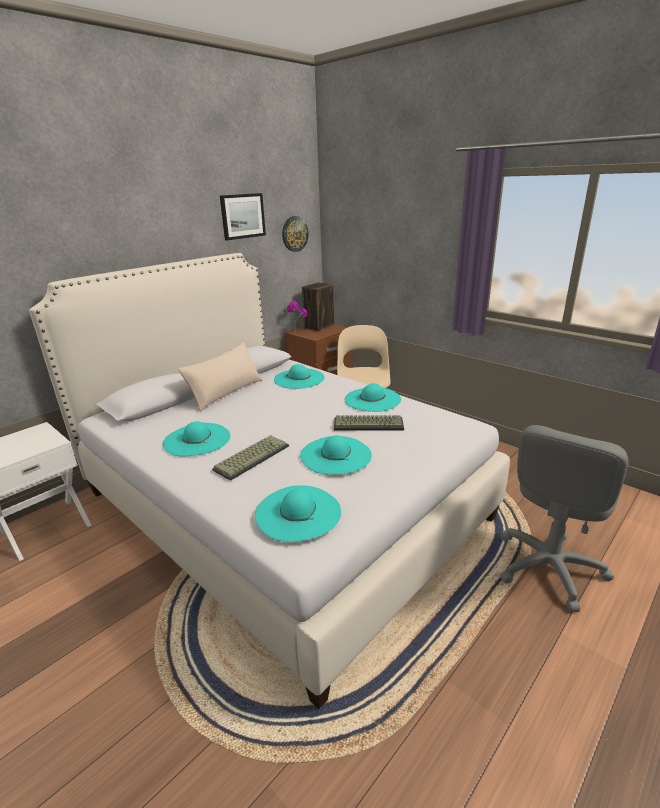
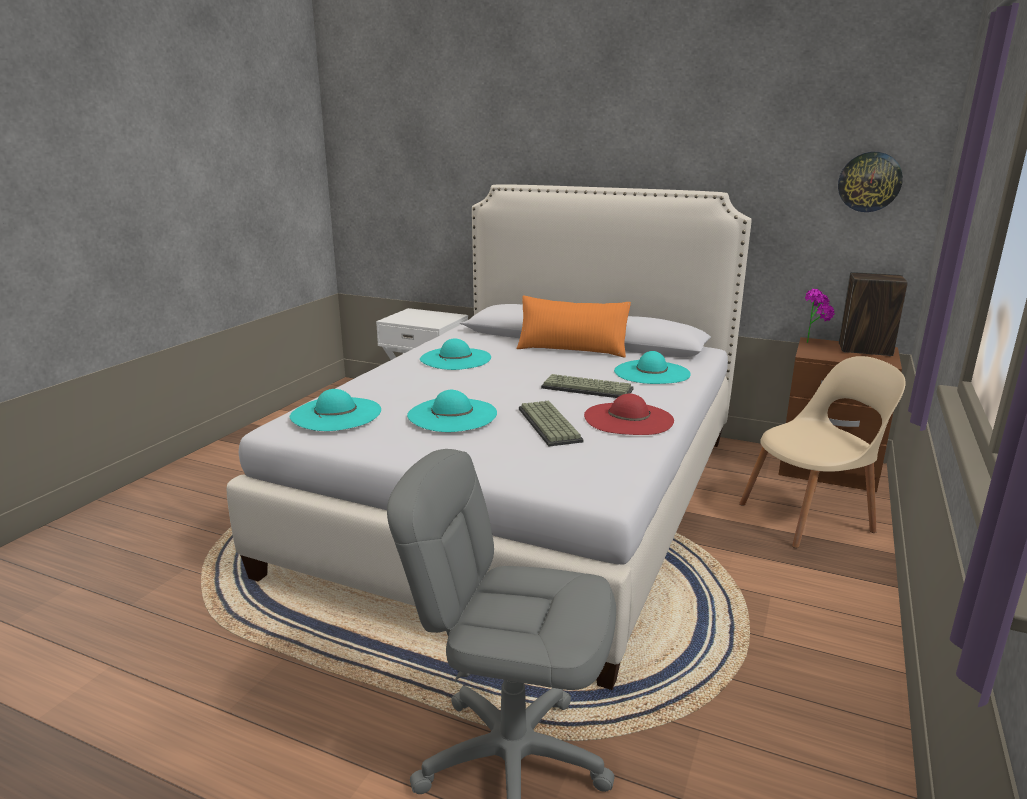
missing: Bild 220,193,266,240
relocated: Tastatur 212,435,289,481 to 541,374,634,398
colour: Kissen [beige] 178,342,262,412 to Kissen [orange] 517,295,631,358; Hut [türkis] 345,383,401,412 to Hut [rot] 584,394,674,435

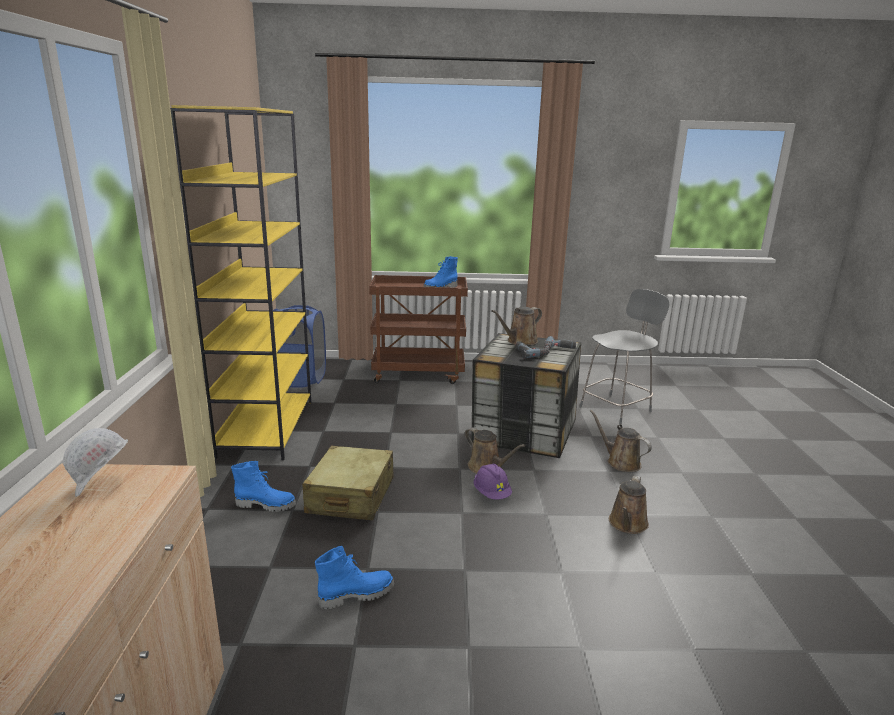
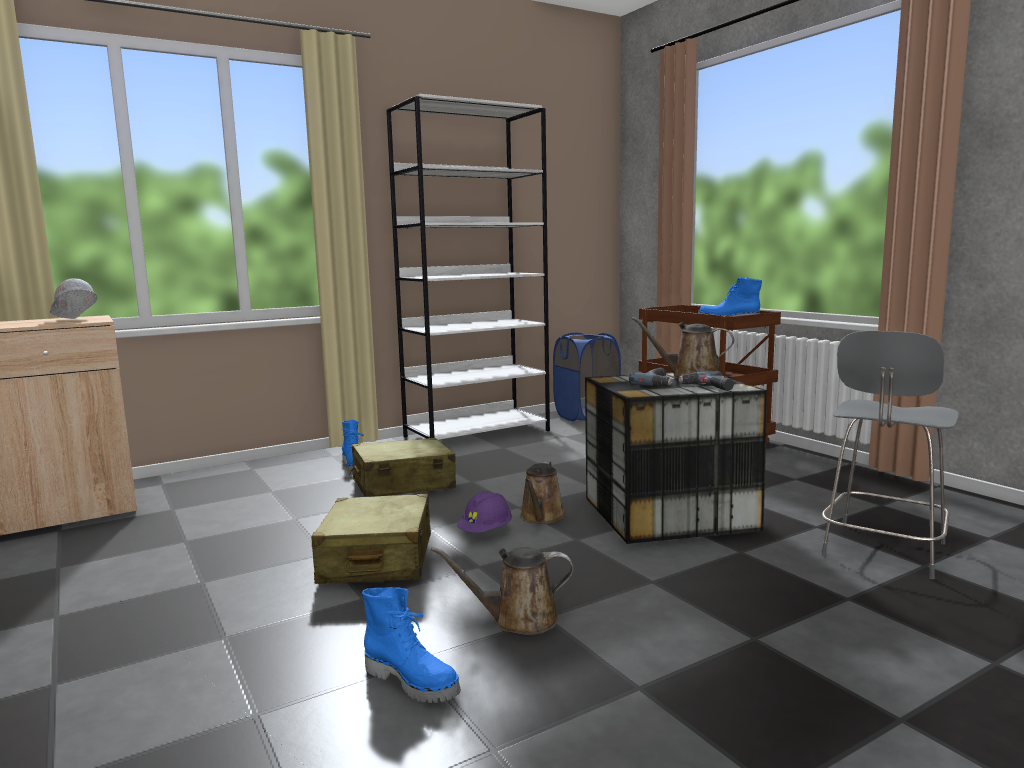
missing: Gießkanne [braun] 590,410,652,472
appeared: Koffer [beige] 311,494,431,584
relocated: Stiefel [blau] 315,546,394,610 to 362,587,461,703
colour: Bücherregal [gelb] 170,105,311,460 to Bücherregal [weiß] 386,94,550,440
spun: Stuhl [grau] 580,289,669,425 = 821,331,959,579 105 degrees clockwise

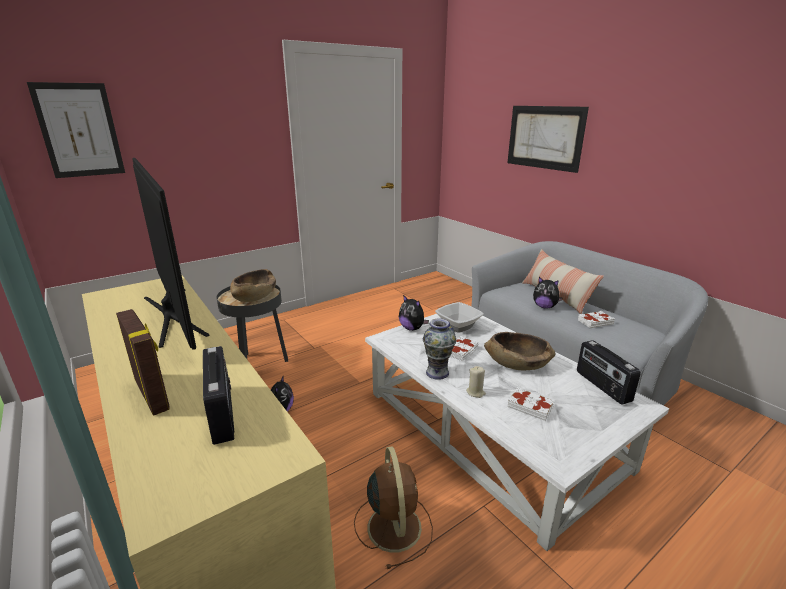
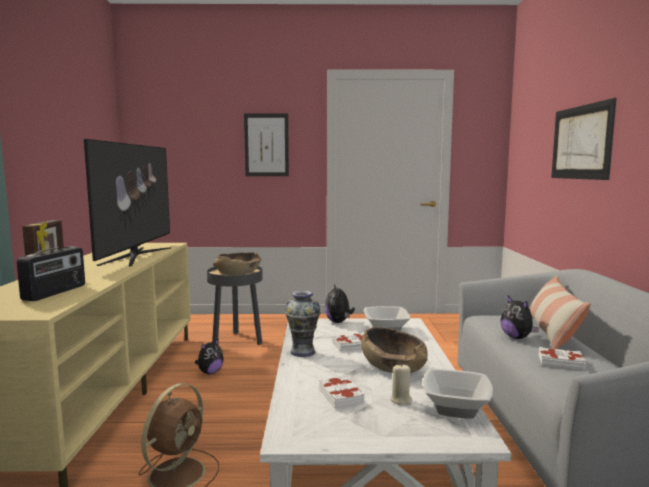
relocated: Bild 27,82,125,178 to 244,113,289,176; Kerze [beige] 466,366,486,398 to 390,364,412,405
exchanged: Radio 577,340,641,405 to Schüssel 423,369,493,419

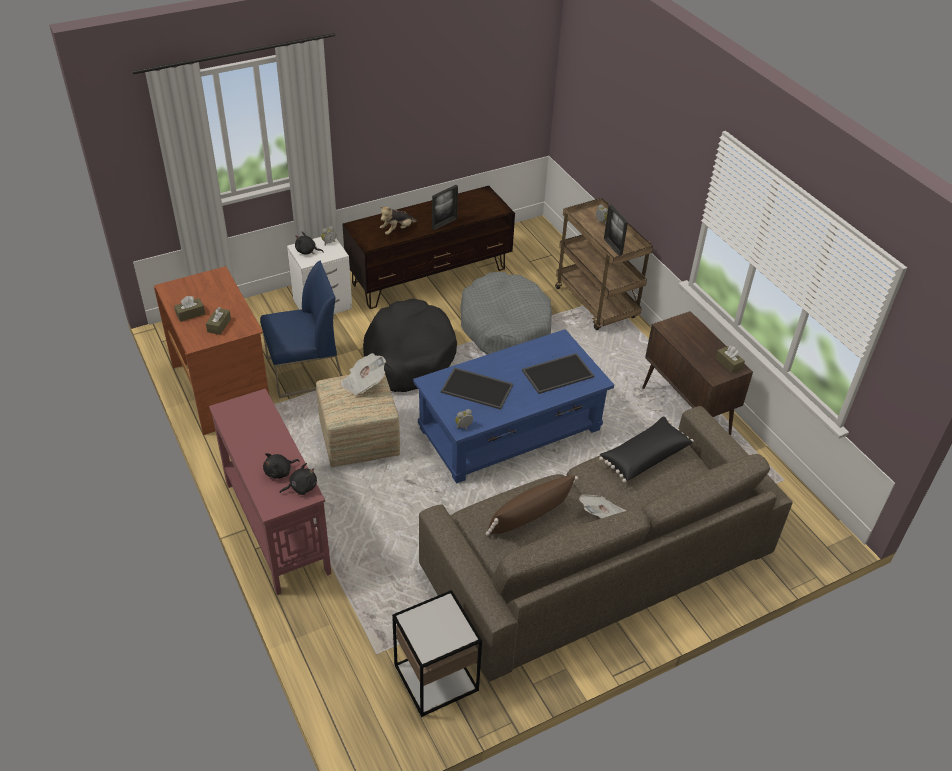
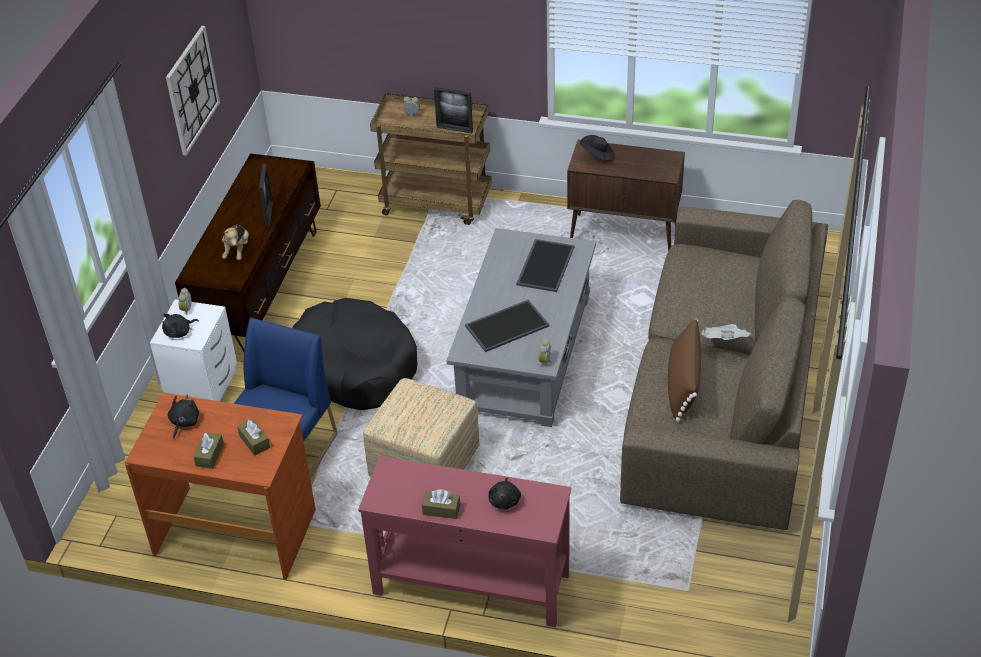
missing: Zeitung 341,353,386,396; Beistelltisch 392,590,482,717; Hundebett [grau] 460,272,552,355; Kissen [schwarz] 599,417,694,483
appeared: Wanduhr 166,26,220,156; Hut [schwarz] 580,135,615,161
relocated: Plüschtier [schwarz] 280,463,317,495 to 168,394,199,439; Taschentuchbox [braun] 715,346,745,373 to 422,489,460,519
colour: Couchtisch [blau] 413,329,614,484 to Couchtisch [grau] 446,228,596,427

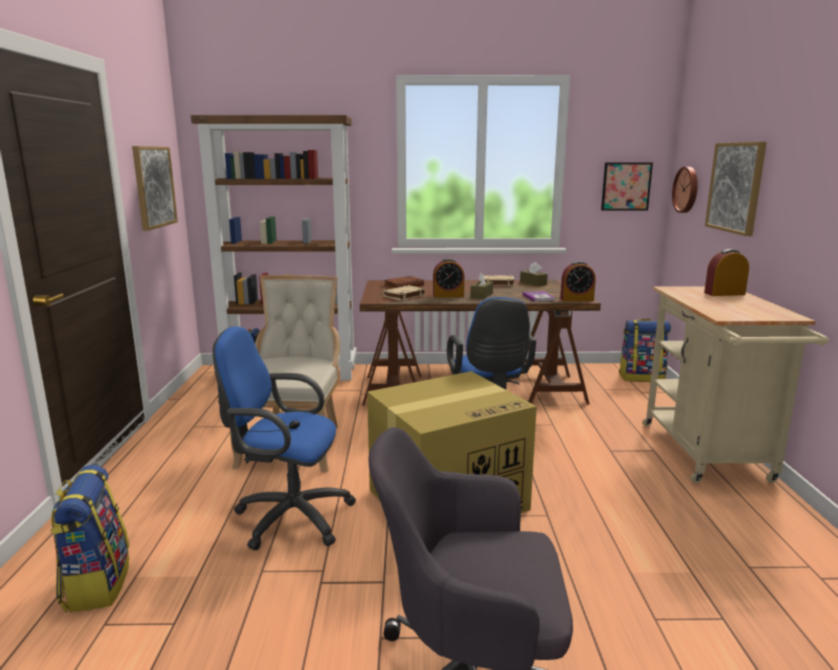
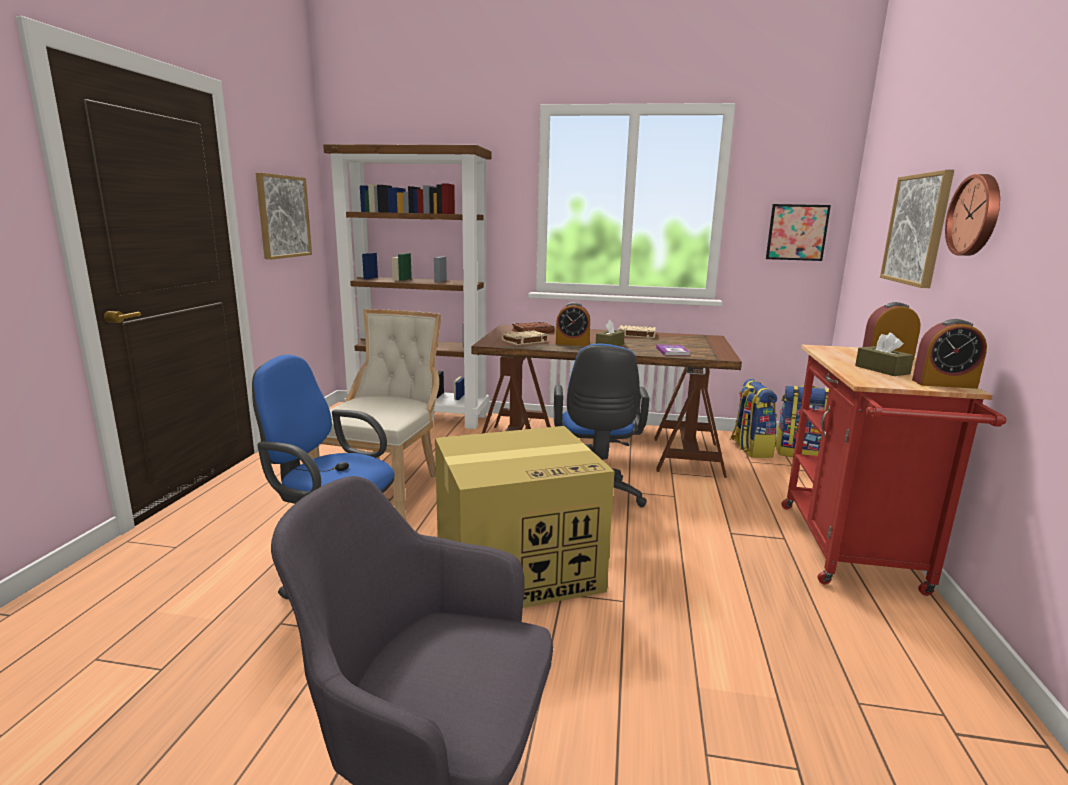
relocated: Rucksack 50,465,129,612 to 730,379,777,458; Taschentuchbox [braun] 520,262,548,286 to 855,333,914,376; Wecker 560,261,596,301 to 912,319,987,389; Wanduhr 672,167,698,213 to 945,174,1000,256
colour: Rollwagen [beige] 642,286,829,483 to Rollwagen [rot] 781,345,1006,596

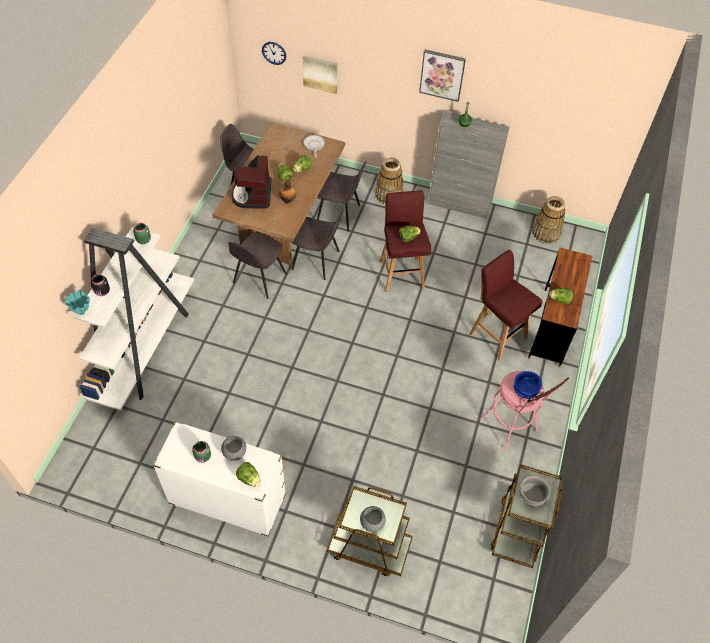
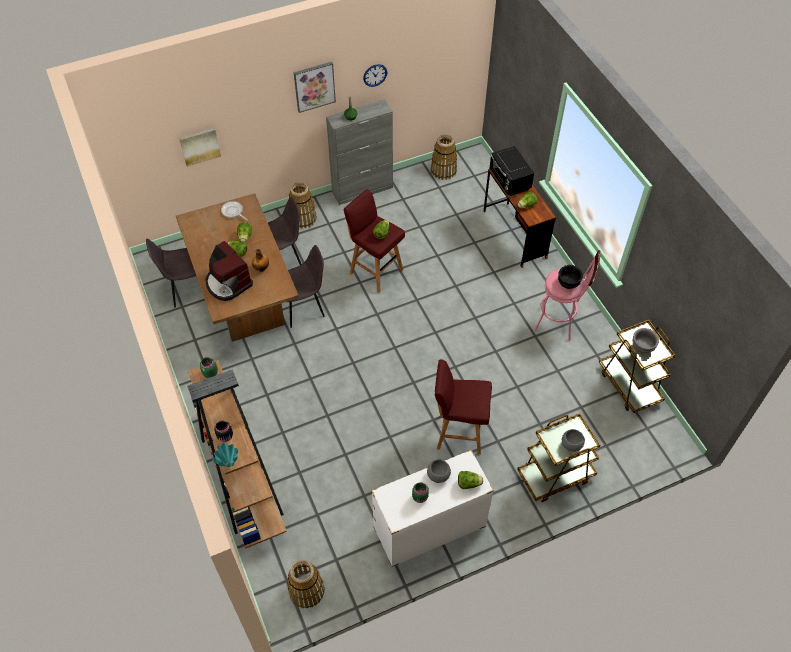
missing: Stuhl [grau] 228,233,287,299
appeared: Korb 287,560,325,608; Mikrowelle [schwarz] 489,146,534,196
relocated: Wanduhr 262,42,286,65 to 363,64,387,87; Hocker [rot] 469,250,542,361 to 435,360,492,454
colour: Bücherregal [weiß] 74,227,194,411 to Bücherregal [braun] 187,360,287,549; Schüssel [blau] 513,371,543,399 to Schüssel [schwarz] 558,265,583,289

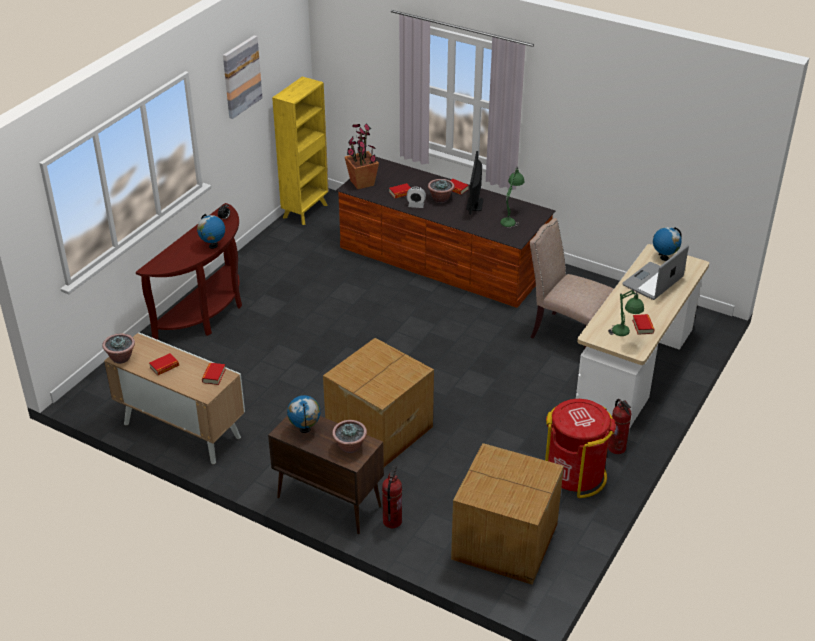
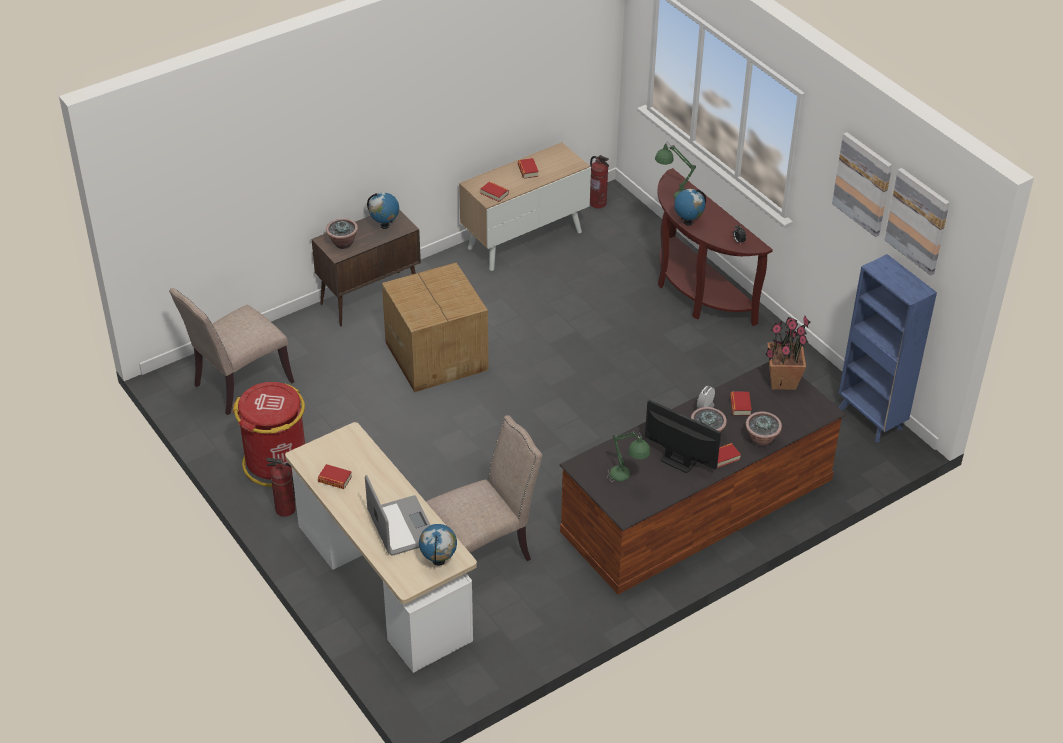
appeared: Bild 885,168,950,276
relocated: Topfpflanze 102,333,135,364 to 746,411,782,446; Feuerlöscher 382,465,402,528 to 590,155,609,209; Tischlampe [grün] 608,289,644,336 to 655,142,696,199
exchanged: Karton 451,443,564,584 to Stuhl [beige] 169,288,294,415
colour: Bücherregal [gelb] 272,76,329,225 to Bücherregal [blau] 838,254,937,442

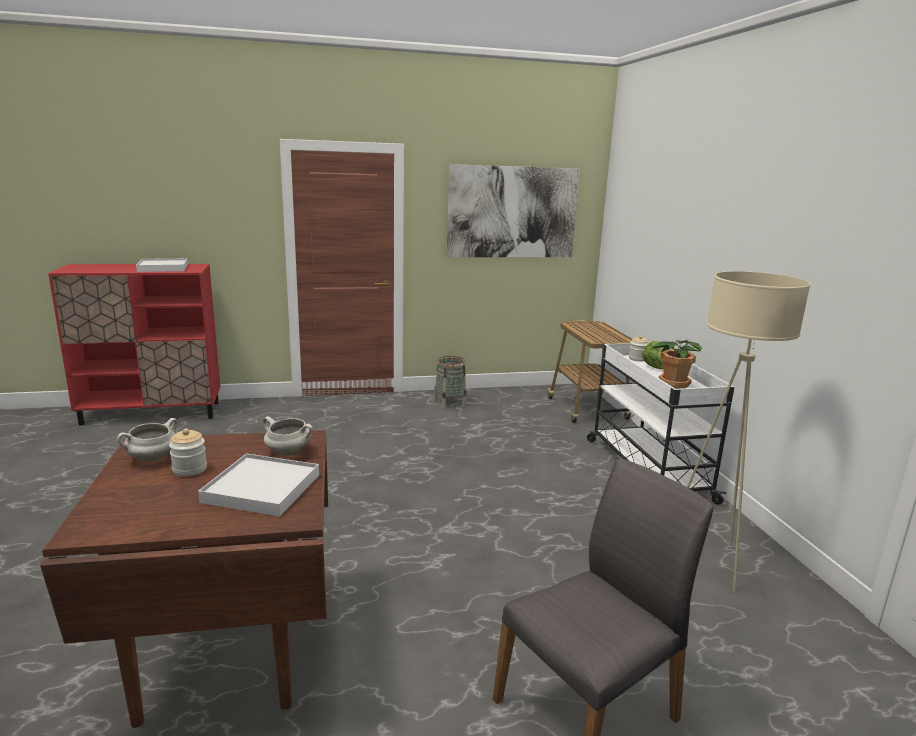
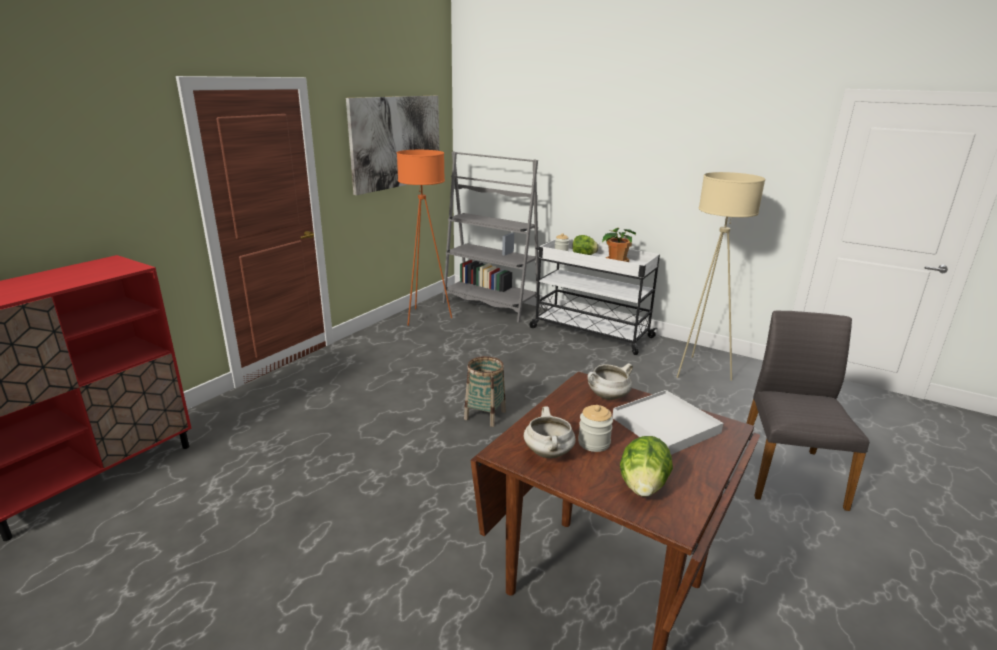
missing: Tablett [weiß] 136,258,188,272
appeared: Stehlampe [orange] 397,150,452,326; Salatkopf 620,436,673,497
relocated: Korb 434,356,466,409 to 464,356,506,427
exchanged: Rollwagen 548,320,632,423 to Bücherregal [grau] 443,151,540,323

